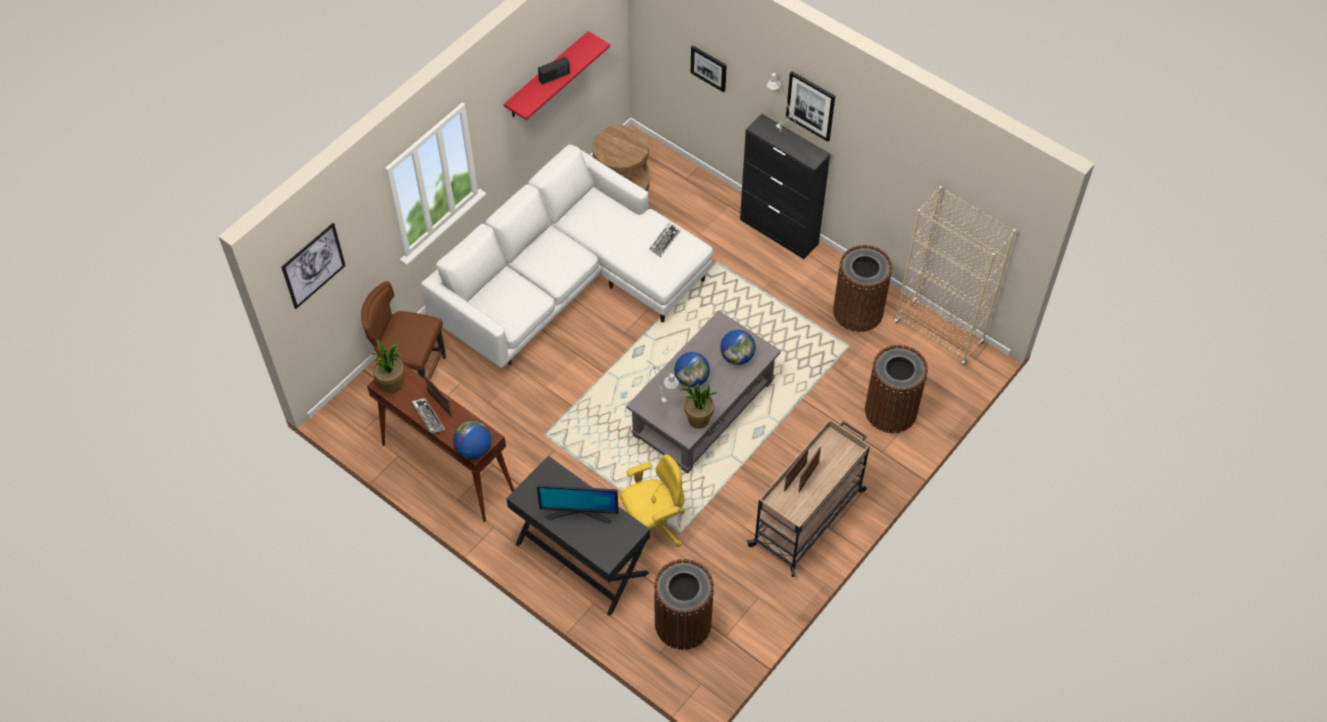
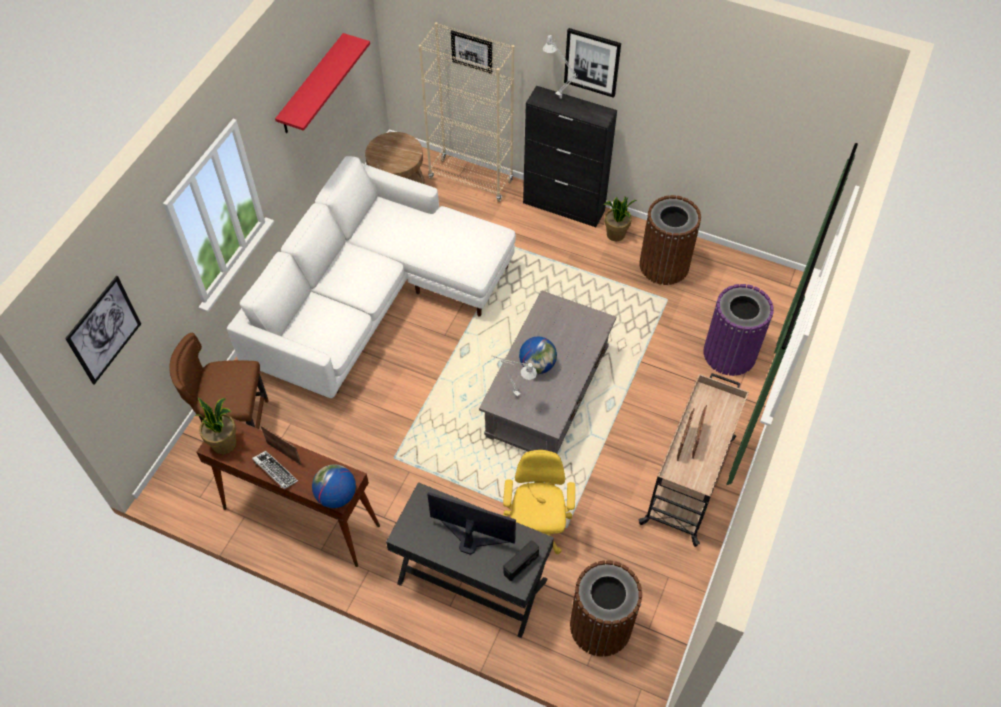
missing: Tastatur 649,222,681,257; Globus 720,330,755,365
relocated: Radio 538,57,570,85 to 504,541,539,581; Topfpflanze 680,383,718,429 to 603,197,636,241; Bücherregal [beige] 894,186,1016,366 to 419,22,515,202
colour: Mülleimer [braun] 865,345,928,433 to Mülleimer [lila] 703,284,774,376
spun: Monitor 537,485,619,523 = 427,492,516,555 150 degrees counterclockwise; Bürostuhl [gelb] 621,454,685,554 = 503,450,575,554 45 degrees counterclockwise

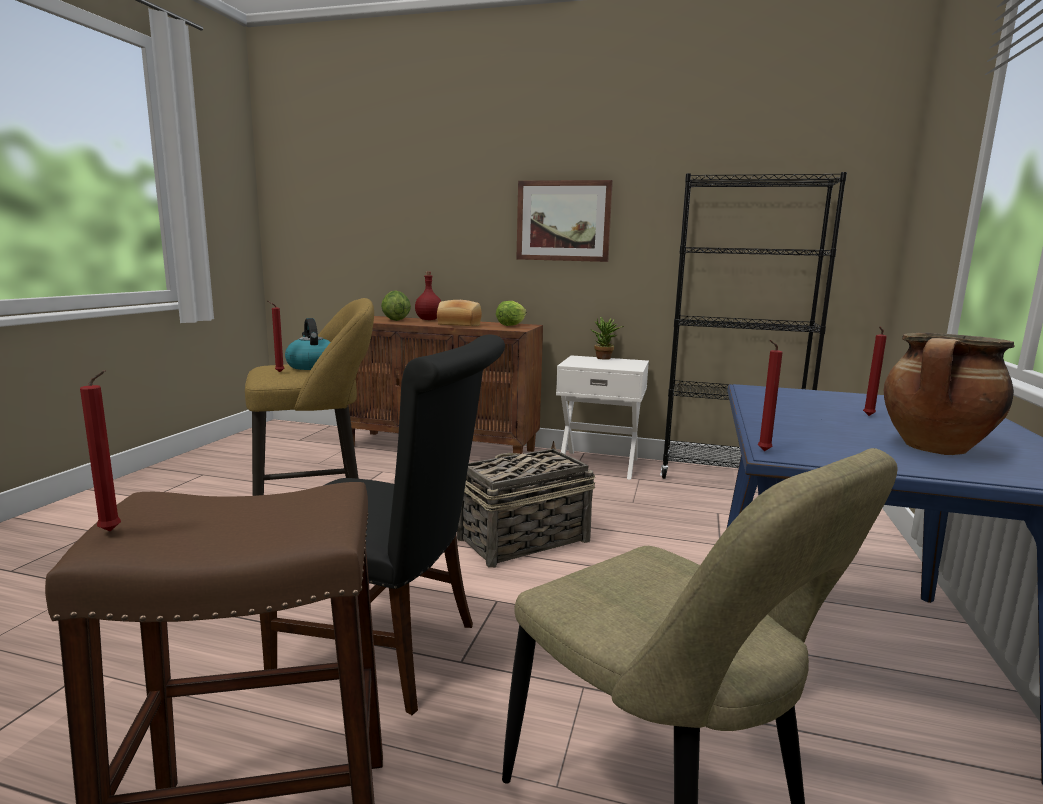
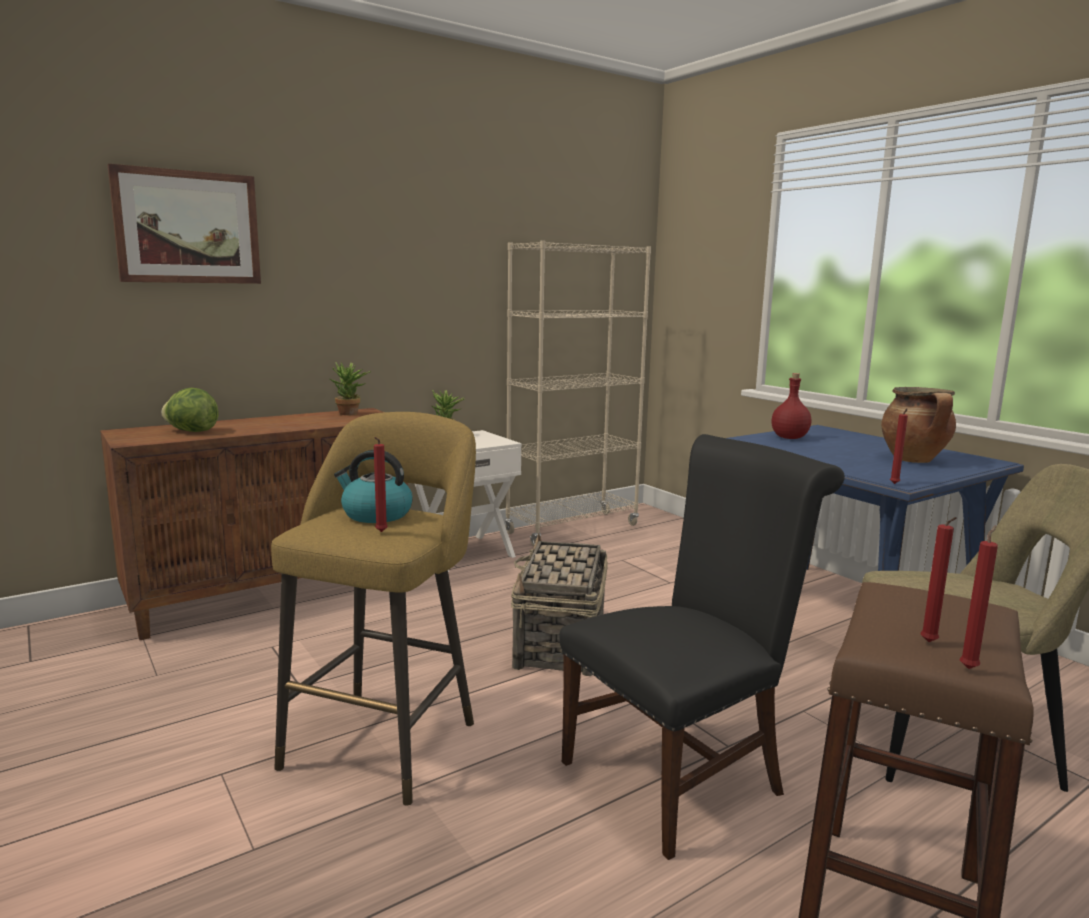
missing: Brot 437,300,482,326
relocated: Flasche [rot] 415,272,441,320 to 771,373,811,439; Bild 516,180,613,262 to 107,163,261,284; Kerze [rot] 863,327,887,416 to 920,517,957,642
exchanged: Salatkopf 496,301,527,326 to Topfpflanze 330,362,371,415
colour: Bücherregal [schwarz] 660,172,847,479 to Bücherregal [beige] 505,241,651,546

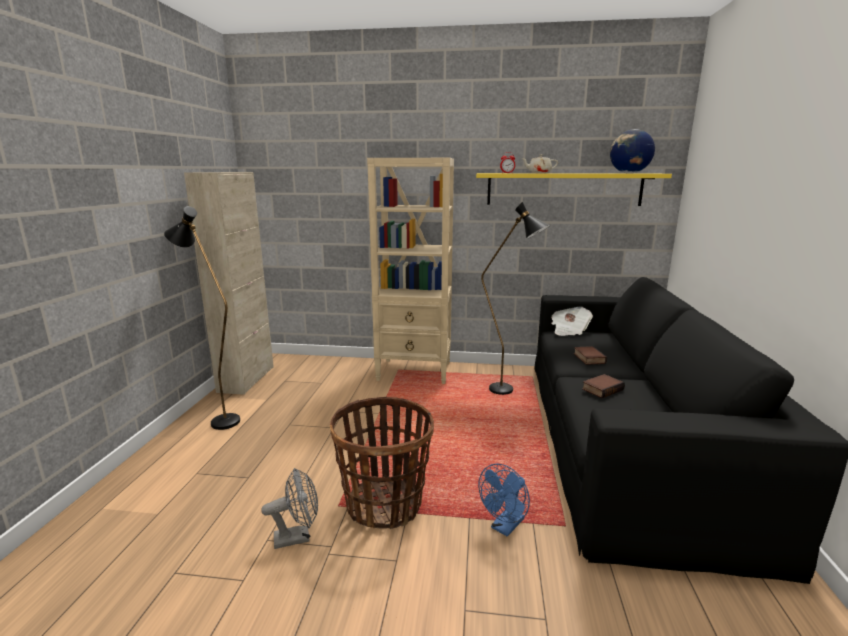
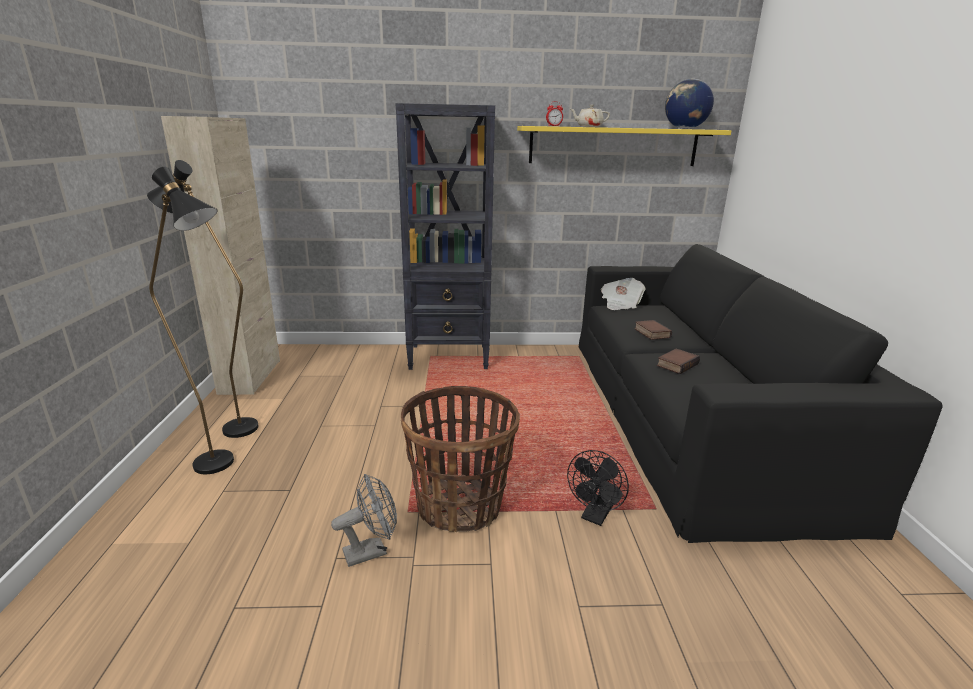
relocated: Stehlampe [schwarz] 481,202,550,395 to 149,167,234,474
colour: Bücherregal [beige] 367,158,454,384 to Bücherregal [schwarz] 396,103,495,370; Ventilator [blau] 478,463,530,537 to Ventilator [schwarz] 567,450,629,526

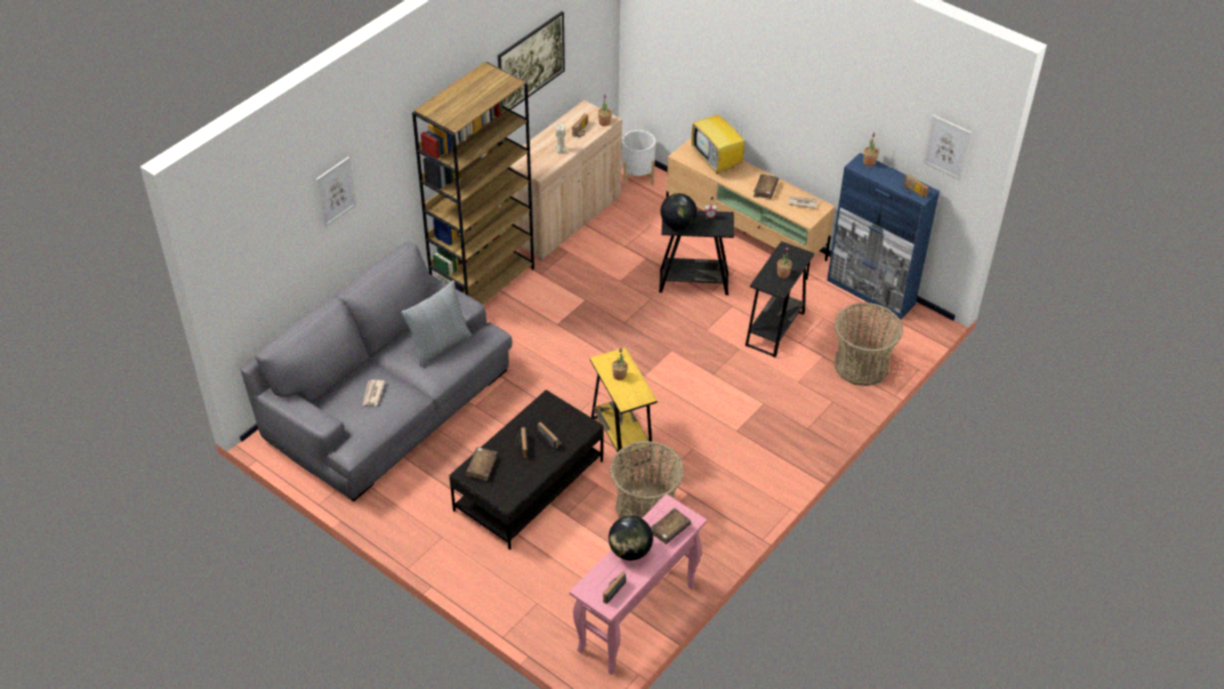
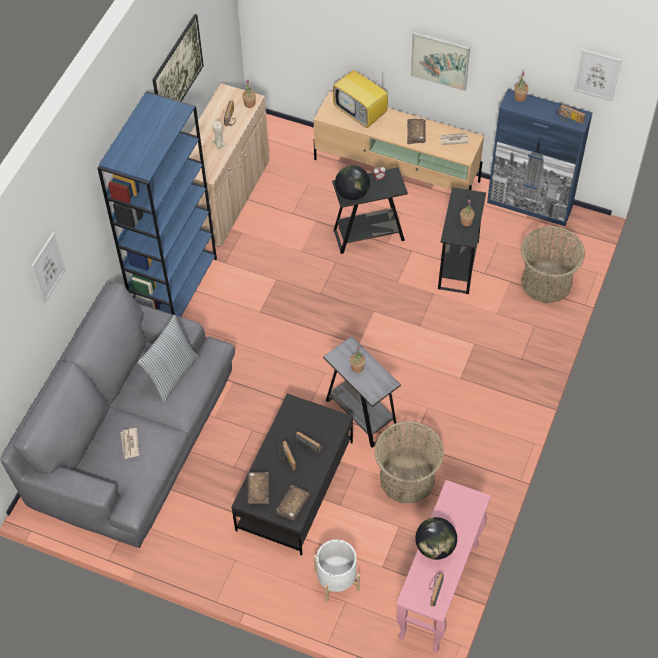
appeared: Bild 410,32,470,91
relocated: Pflanzkübel [weiß] 622,130,655,186 to 314,539,360,602; Buch [braun] 651,508,691,544 to 276,485,310,521
colour: Bücherregal [braun] 412,62,534,305 to Bücherregal [blau] 97,91,217,317; Beistelltisch [gelb] 590,347,657,469 to Beistelltisch [grau] 323,336,401,448

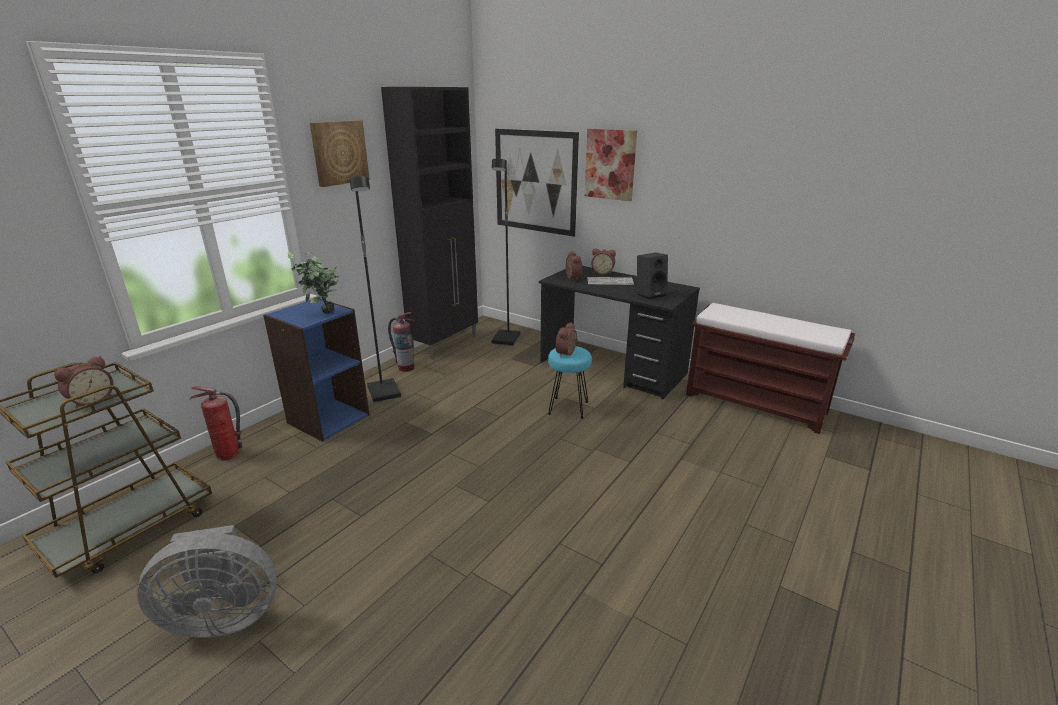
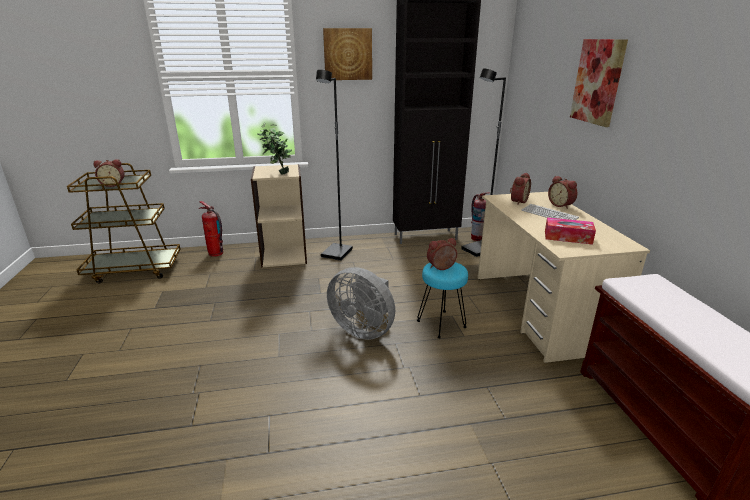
missing: Bild 495,129,579,237
relocated: Ventilator [grau] 137,525,277,638 to 327,268,395,340; Feuerlöscher 388,312,415,372 to 471,192,490,241
exchanged: Lautsprecher [schwarz] 637,253,668,299 to Taschentuchbox 545,217,596,245
colour: Bücherregal [blau] 263,299,369,441 to Bücherregal [beige] 251,164,307,268; Schreibtisch [schwarz] 539,266,700,399 to Schreibtisch [beige] 478,192,650,363

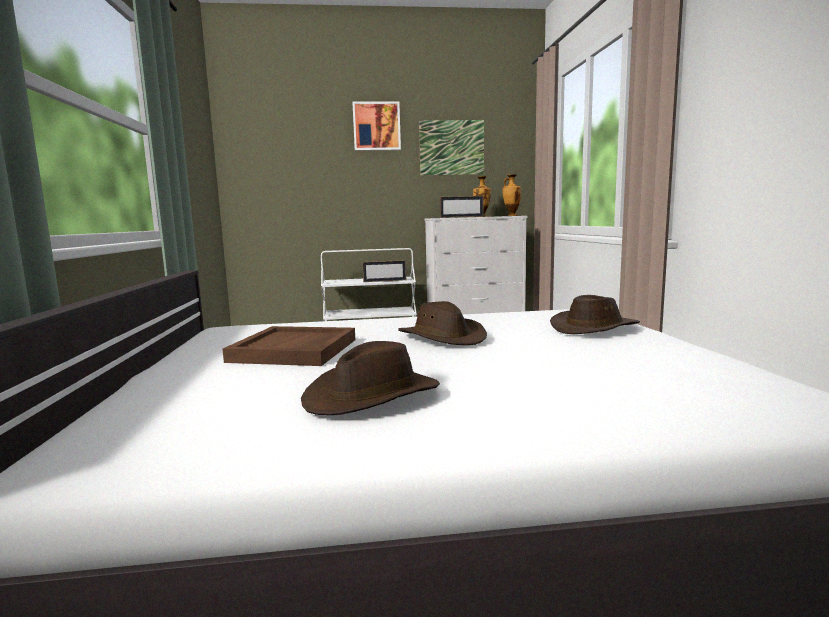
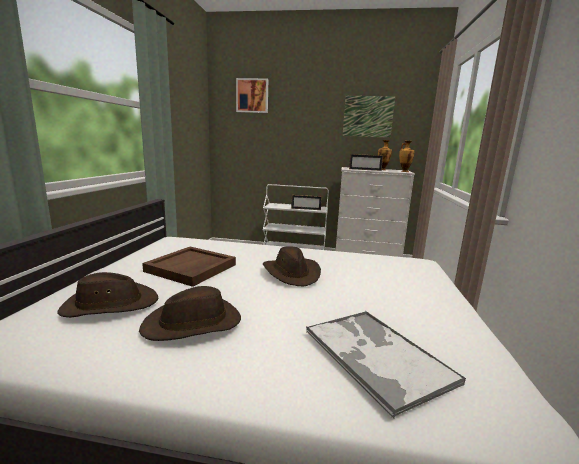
appeared: Tablett 306,311,466,419
relocated: Bild 352,101,401,151 to 236,78,268,113; Hut [braun] 550,295,640,334 to 57,272,158,318

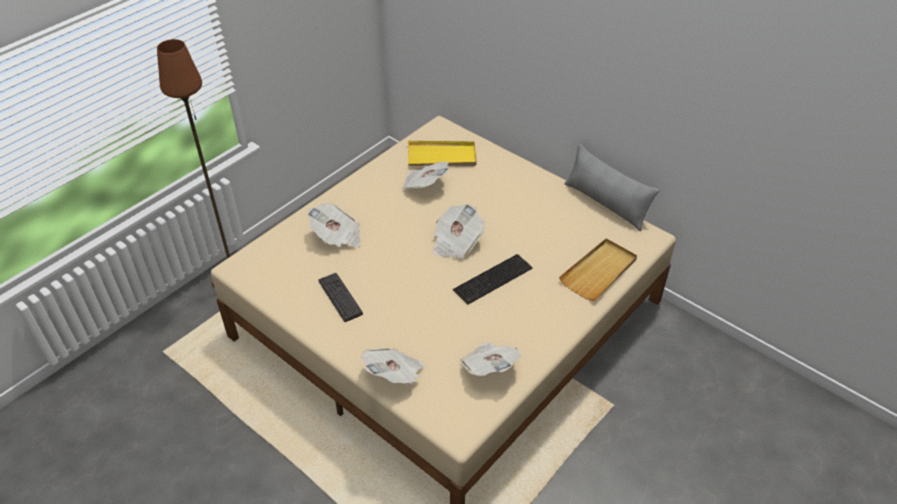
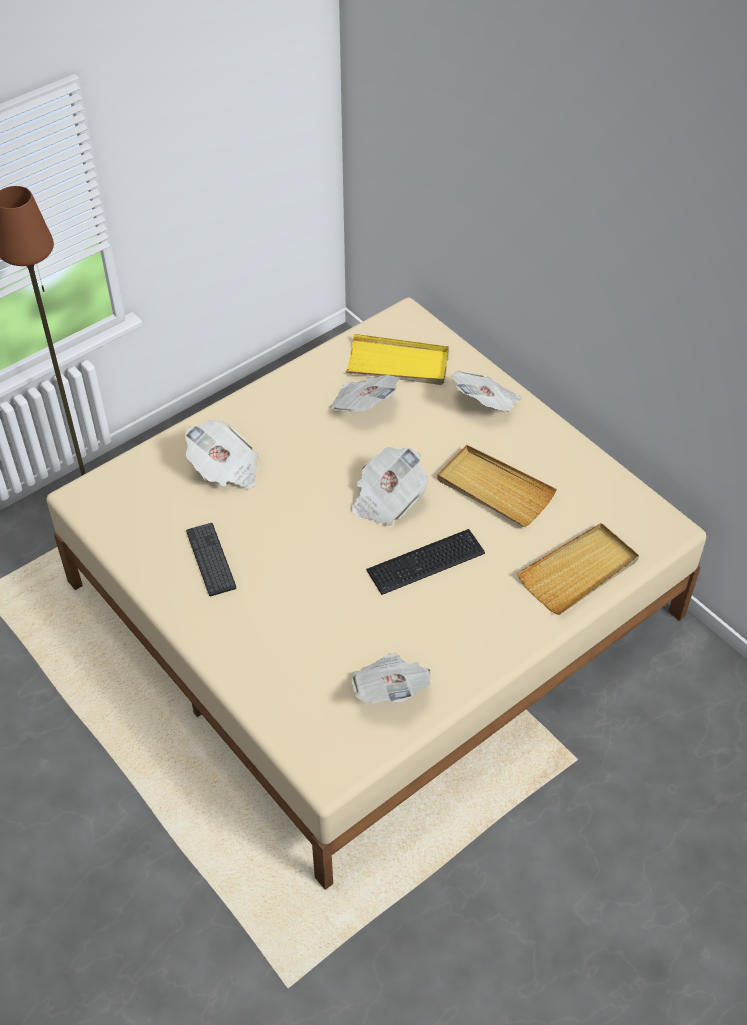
missing: Kissen [grau] 564,144,659,232
appeared: Tablett [beige] 437,445,557,527
relocated: Zeitung 361,348,425,383 to 452,371,522,412

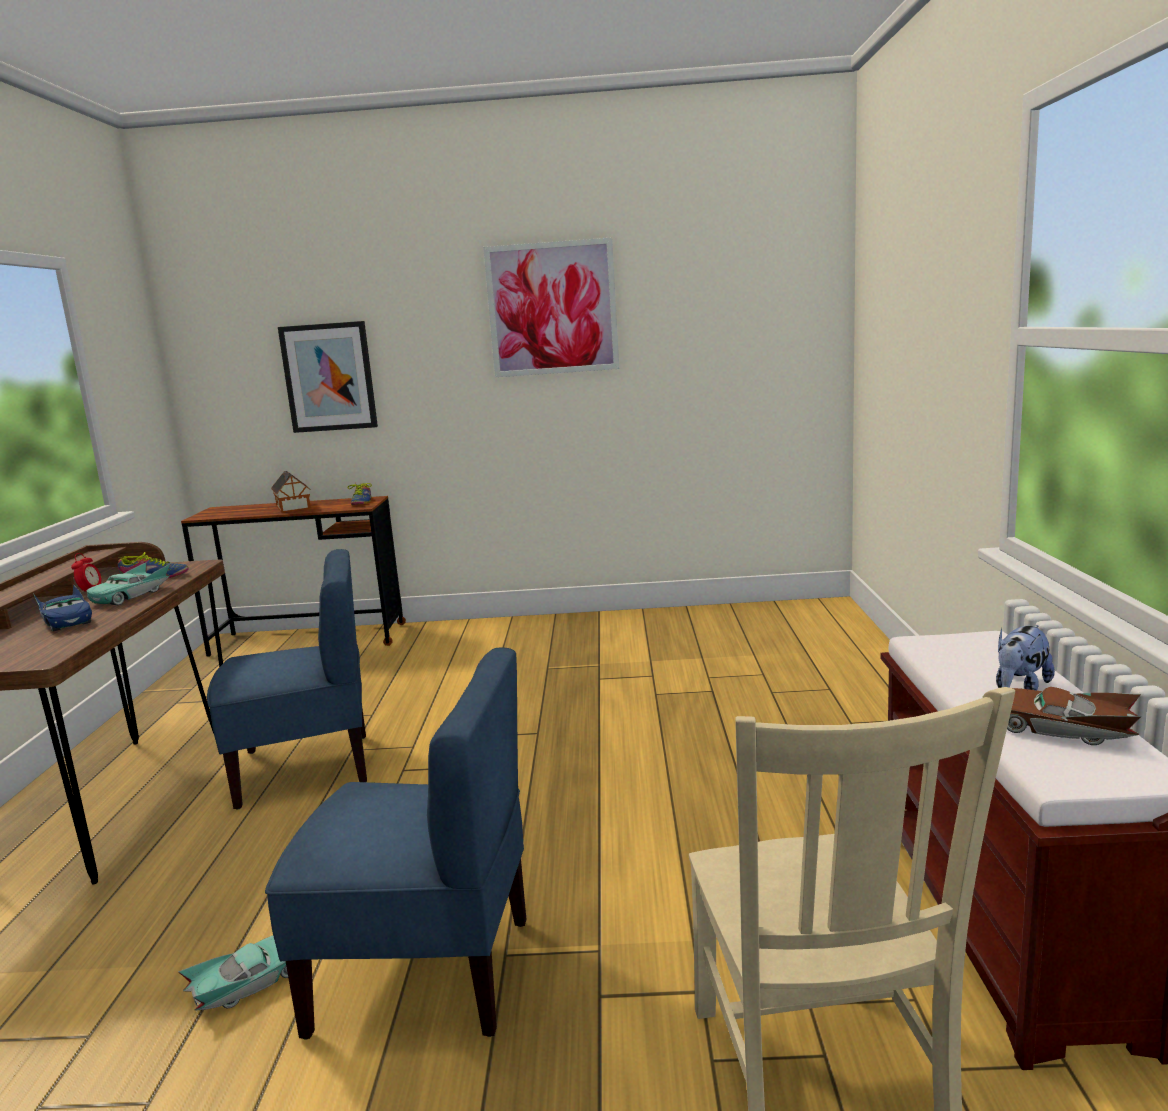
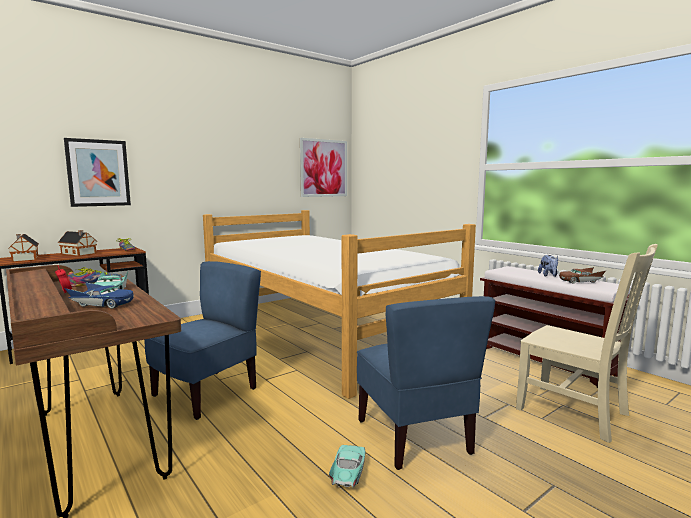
appeared: Spielzeughaus 8,234,39,262; Bett 203,210,476,399
relocated: Bild 483,238,619,377 to 300,138,347,197
spun: Stuhl [blau] 265,647,526,1040 = 357,296,495,470 105 degrees clockwise

